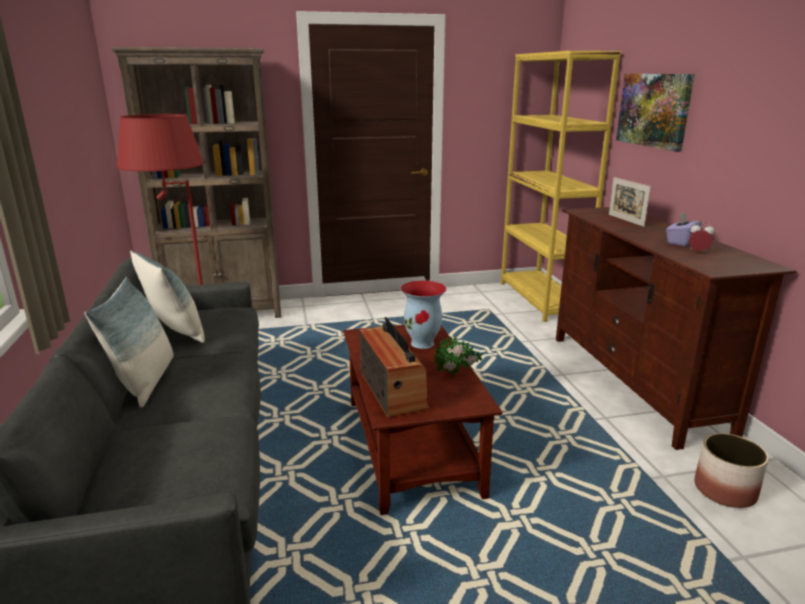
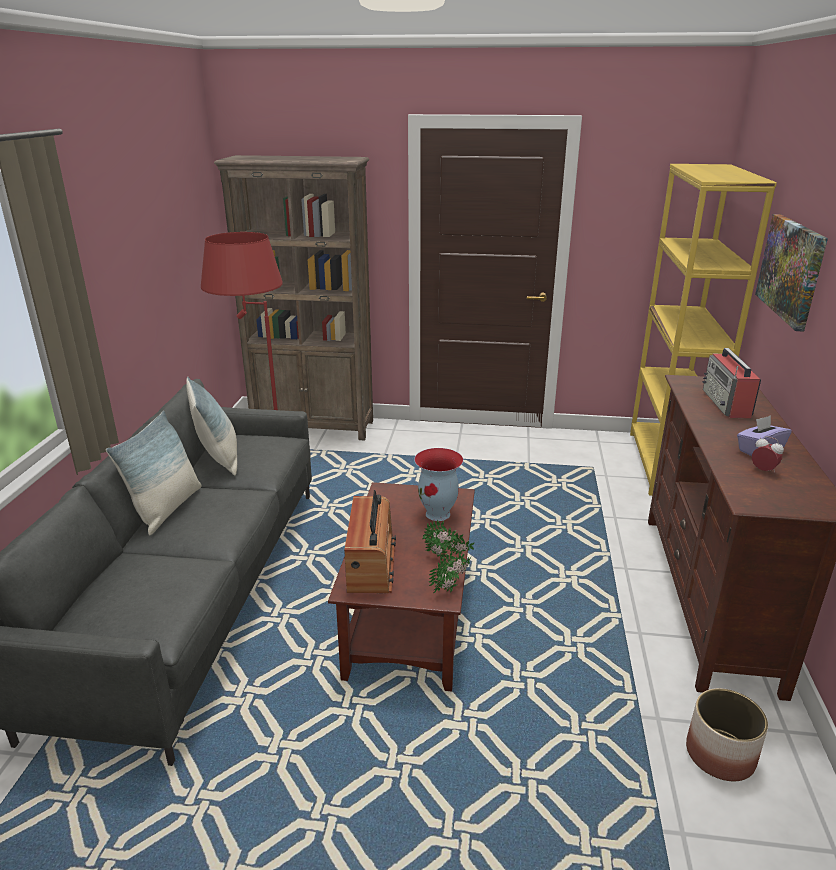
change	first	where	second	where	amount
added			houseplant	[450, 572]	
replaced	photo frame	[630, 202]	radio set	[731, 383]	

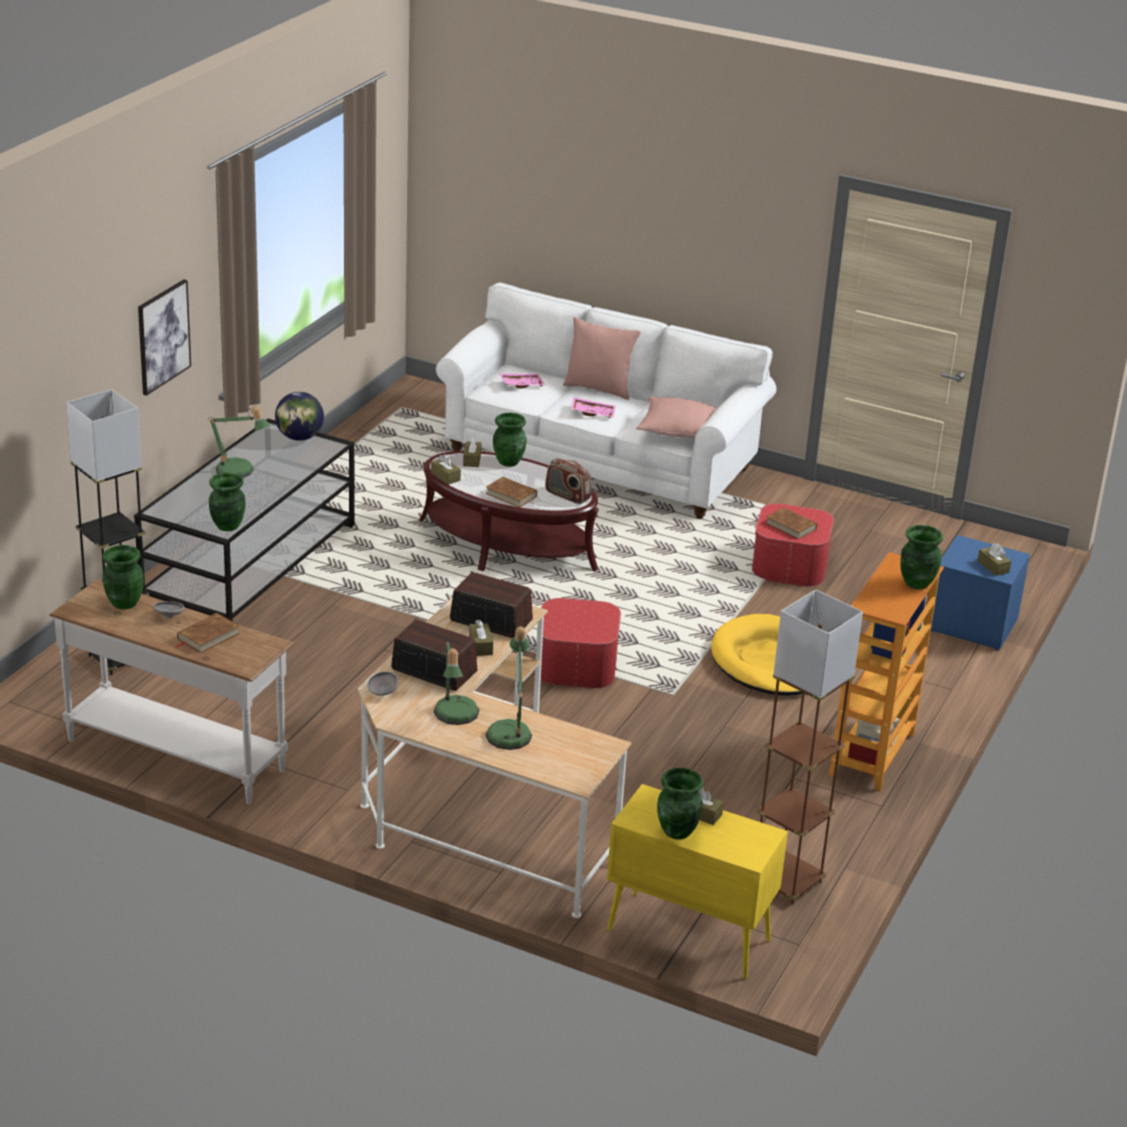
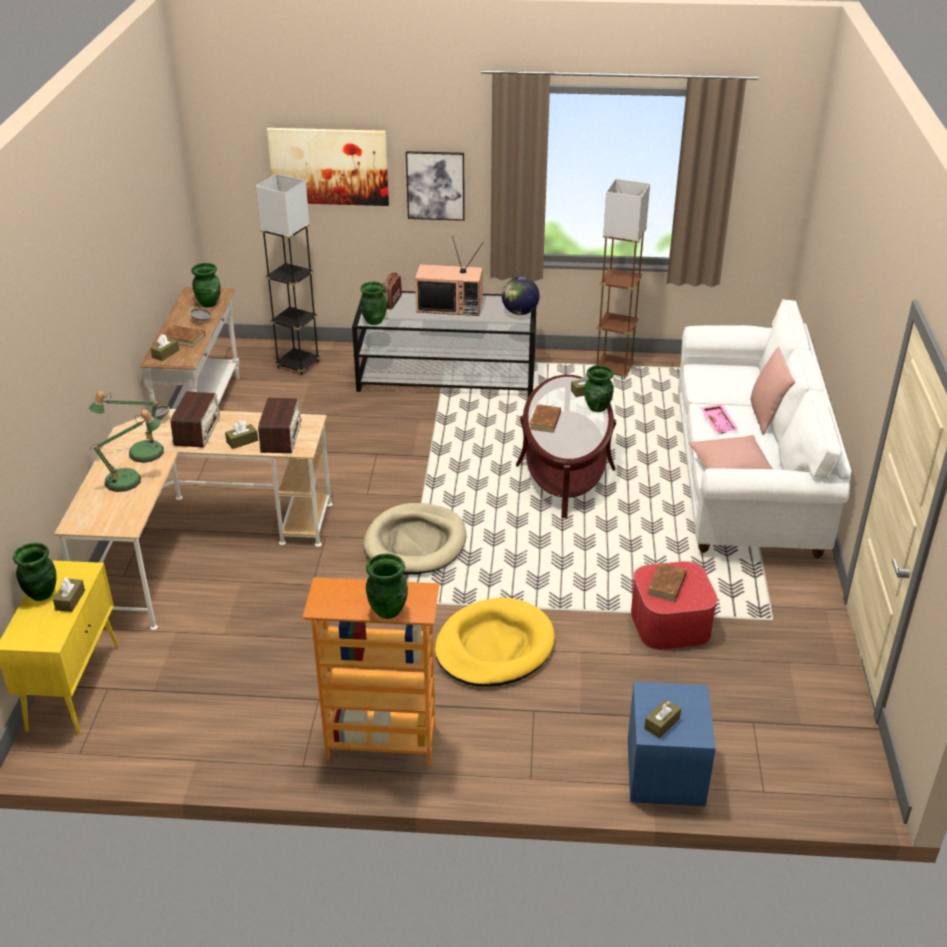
change	first	where	second	where	amount
removed	carrying tray (pink-coloured)	[522, 381]			
added			wall art	[328, 167]	
moved	tissue box (brownish)	[446, 469]		[164, 347]	
moved	radio set	[568, 481]		[392, 290]	
moved	floor lamp (brownish)	[810, 747]		[623, 279]	
replaced	tabletop lamp	[239, 442]	TV set	[449, 276]	
replaced	pouffe	[581, 643]	pet bed (beige-coloured)	[415, 539]	

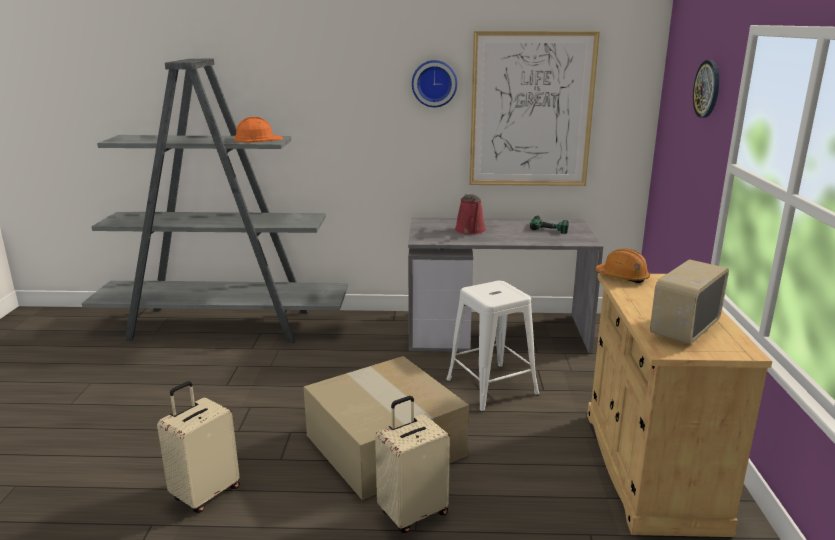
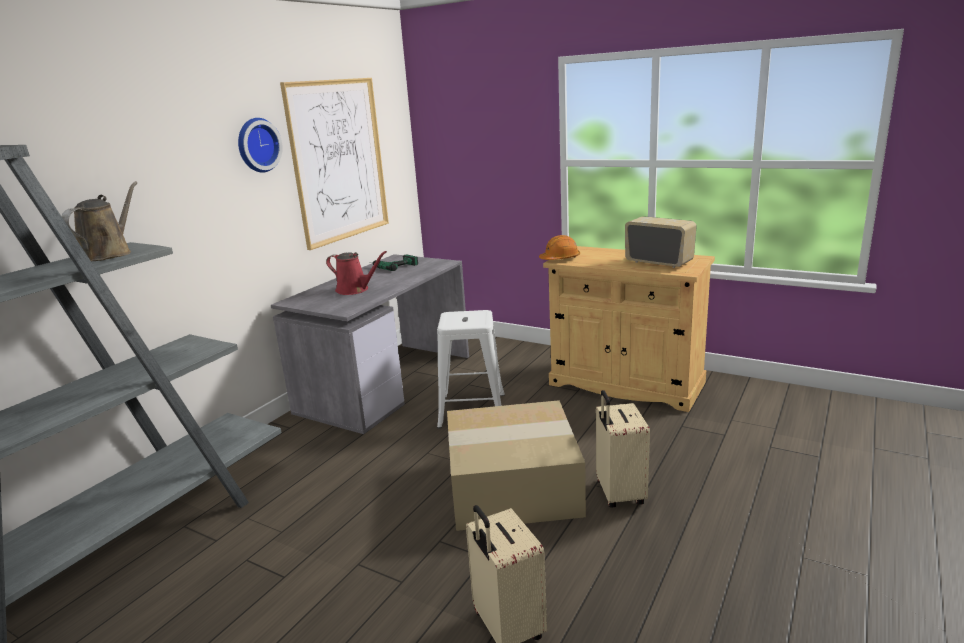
change	first	where	second	where	amount
removed	hanging clock	[706, 89]			
replaced	work helmet (orange)	[258, 130]	sprinkling can (brownish)	[100, 221]	
turned	radio set	[689, 301]		[661, 242]	150 degrees clockwise

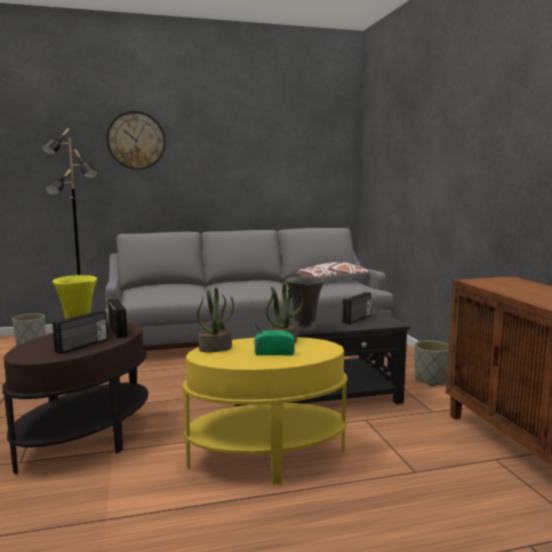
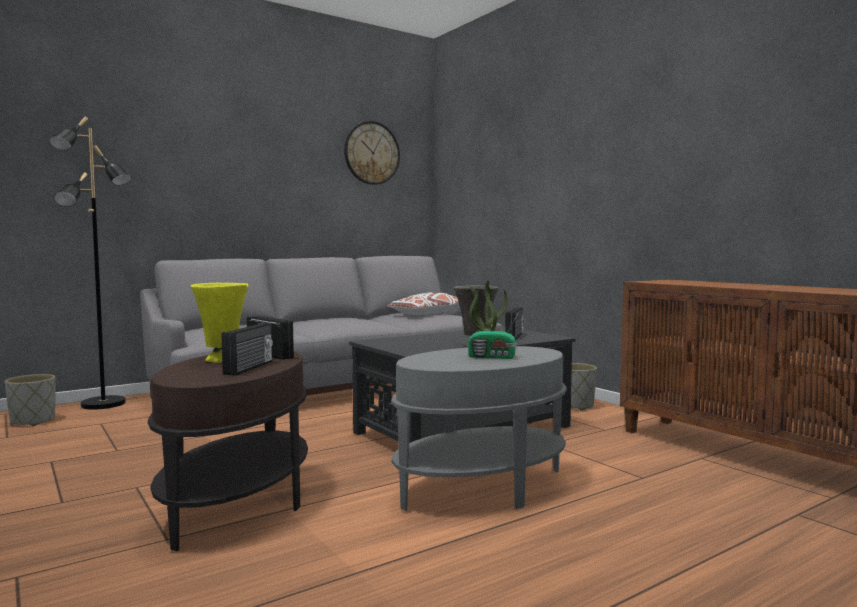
change	first	where	second	where	amount
removed	houseplant	[215, 320]			
moved	hanging clock	[136, 140]		[372, 153]	
recoloured	end table (yellow-coloured)	[265, 411]	end table (grey)	[479, 428]	
turned	radio set	[273, 336]		[493, 335]	150 degrees counterclockwise

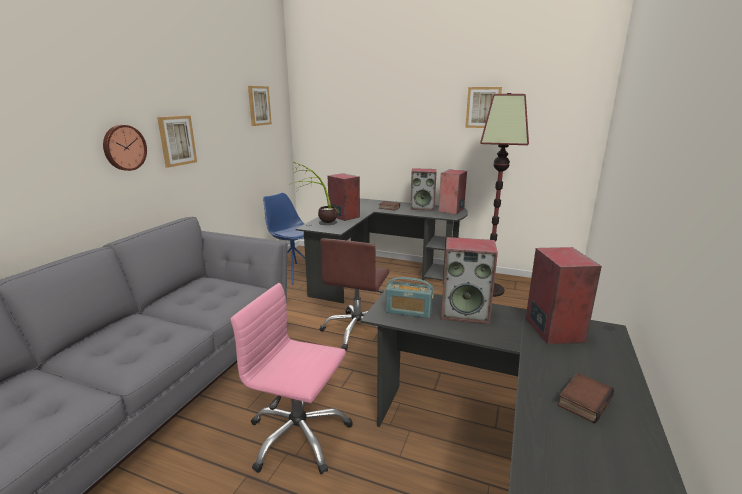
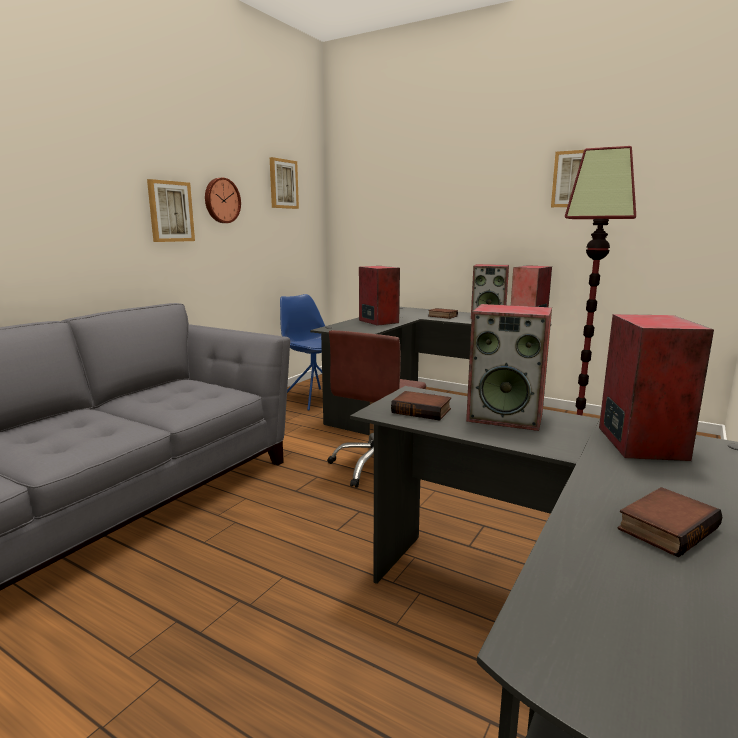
change	first	where	second	where	amount
removed	computer chair (pink-coloured)	[292, 379]			
removed	houseplant	[313, 193]			
moved	hanging clock	[125, 148]		[223, 200]	
replaced	radio set	[410, 297]	volume	[421, 406]	

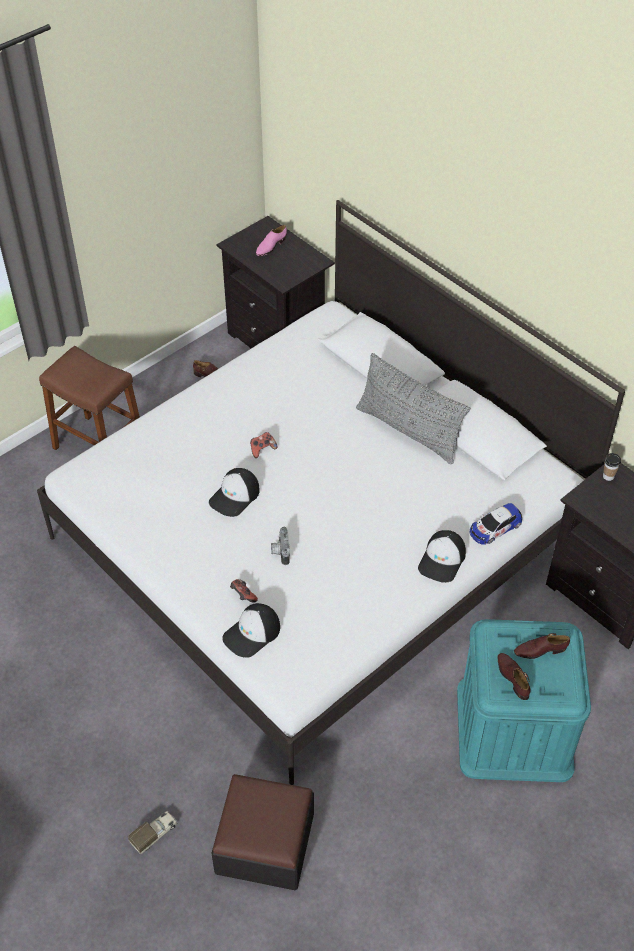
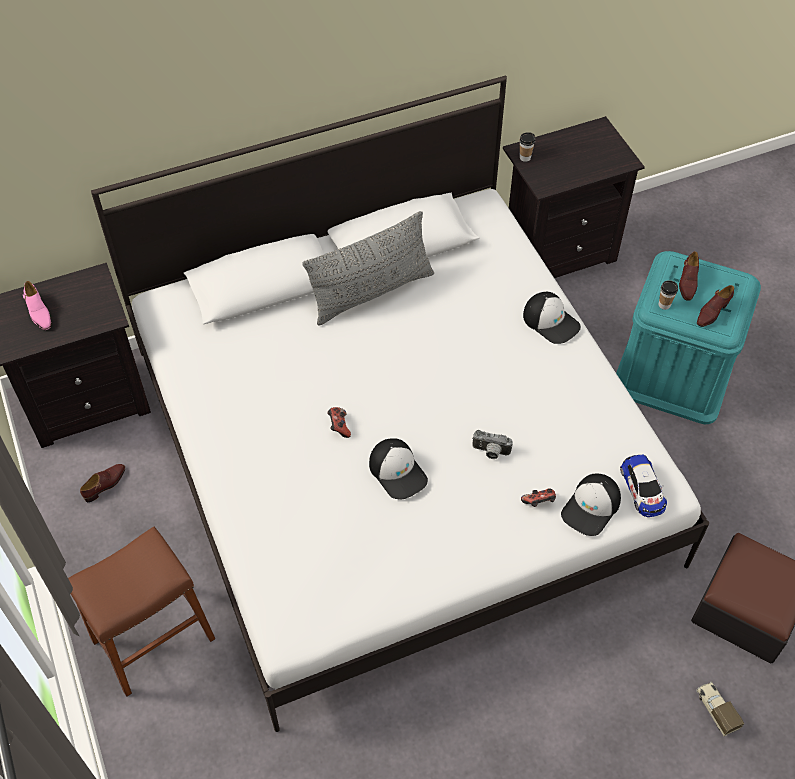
change	first	where	second	where	amount
added			small cup	[668, 295]	
moved	miniature car	[496, 523]		[643, 486]	
turned	peaked cap	[251, 630]		[591, 505]	60 degrees clockwise
turned	low shoe (brownish)	[513, 676]		[715, 306]	45 degrees counterclockwise

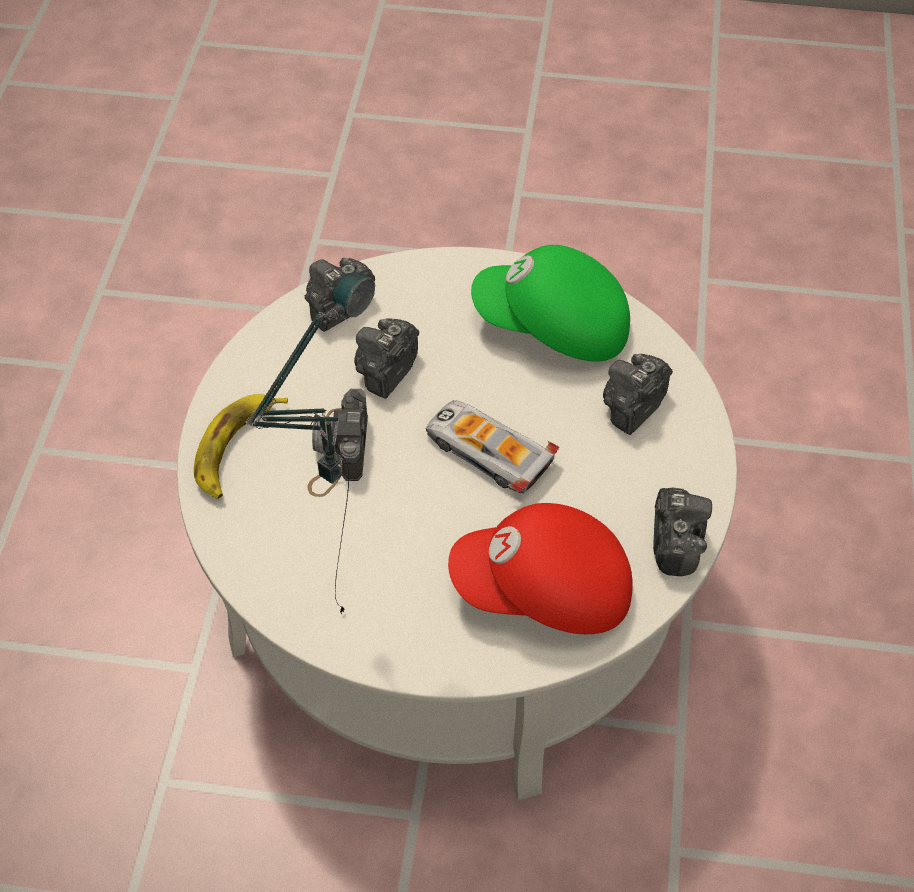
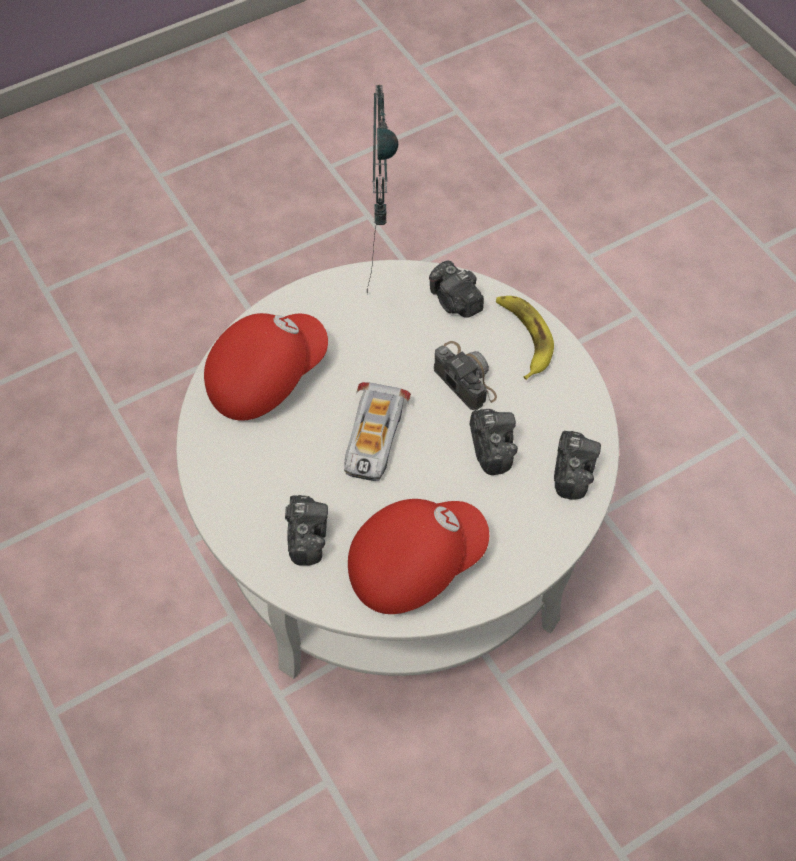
change	first	where	second	where	amount
moved	still camera	[682, 531]		[456, 289]	
recoloured	peaked cap (green-coloured)	[550, 303]	peaked cap (reddish)	[418, 556]	
turned	miniature car	[492, 446]		[377, 431]	105 degrees clockwise

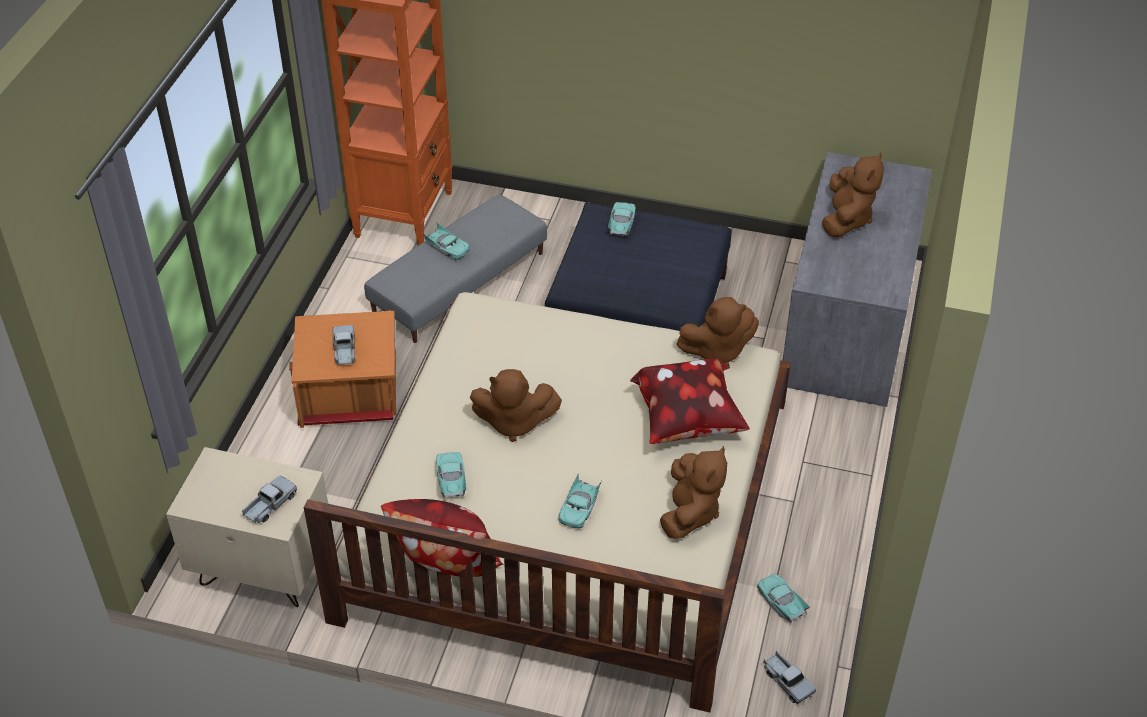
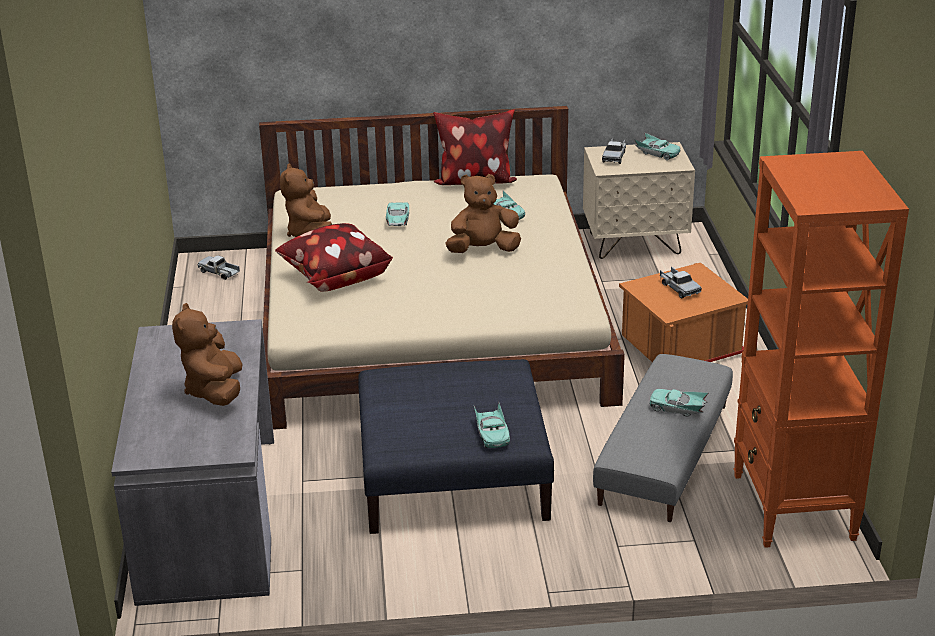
change	first	where	second	where	amount
removed	plush toy (brownish)	[717, 332]			
moved	miniature car (blue-green)	[783, 598]		[657, 146]	

